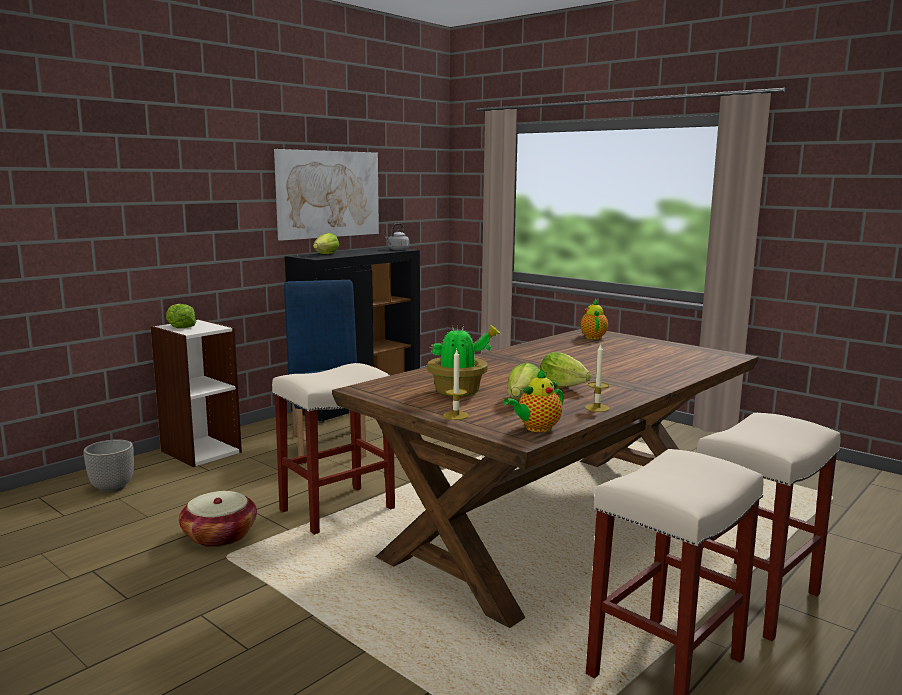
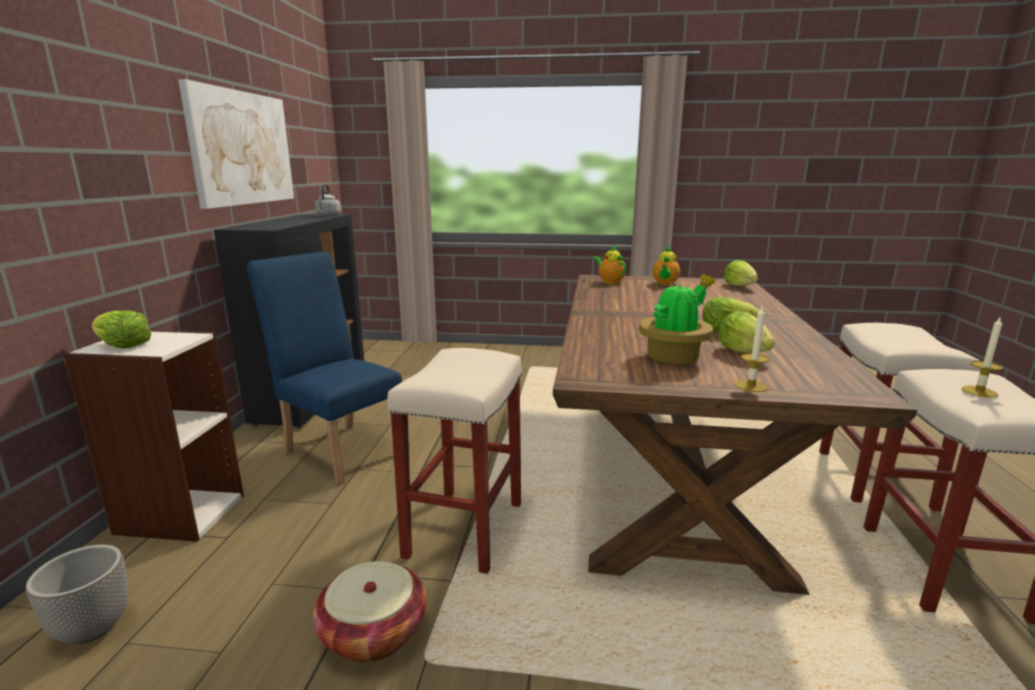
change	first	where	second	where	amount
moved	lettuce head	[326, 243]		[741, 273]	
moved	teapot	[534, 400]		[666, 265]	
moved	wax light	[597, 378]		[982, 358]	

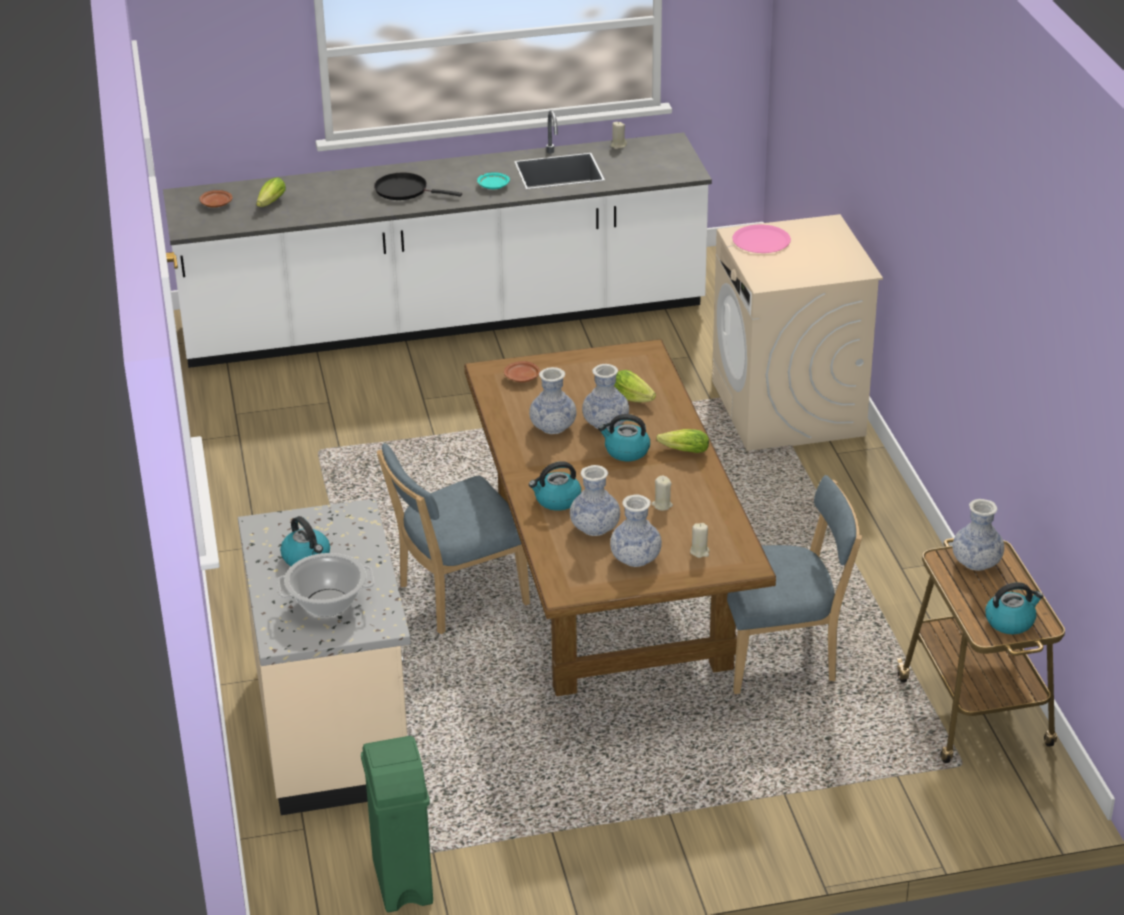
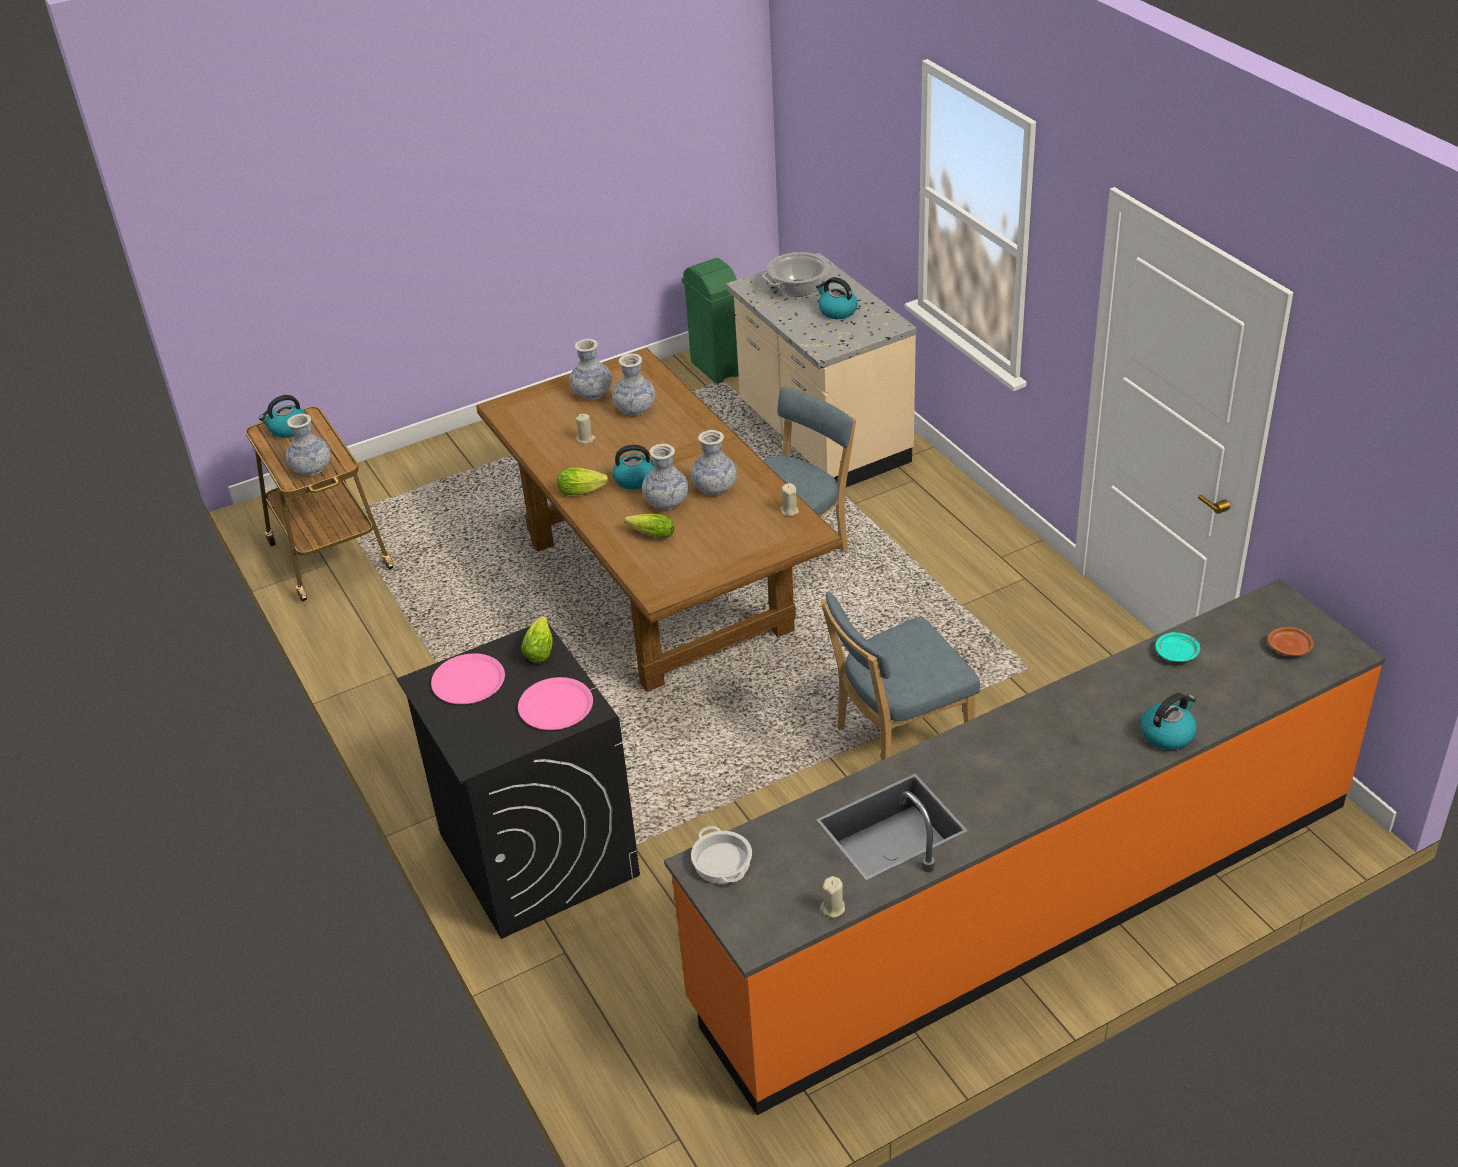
change	first	where	second	where	amount
removed	frying pan (blackish)	[418, 186]			
removed	dinner plate (brownish)	[522, 371]			
added			dinner plate (pink-coloured)	[468, 678]	
added			cooking pot	[721, 855]	
moved	lettuce head	[271, 192]		[537, 639]	
moved	dinner plate (blue-green)	[493, 180]		[1177, 647]	
moved	kettle	[555, 486]		[1169, 721]	
moved	wax light (beige-coloured)	[700, 540]		[789, 499]	
moved	plain chair (bluish)	[794, 584]		[900, 676]	
recoloured	kitchen base unit (white-coloured)	[437, 239]	kitchen base unit (orange)	[1024, 847]	
recoloured	laundry appliance (beige-coloured)	[797, 332]	laundry appliance (blackish)	[518, 781]	

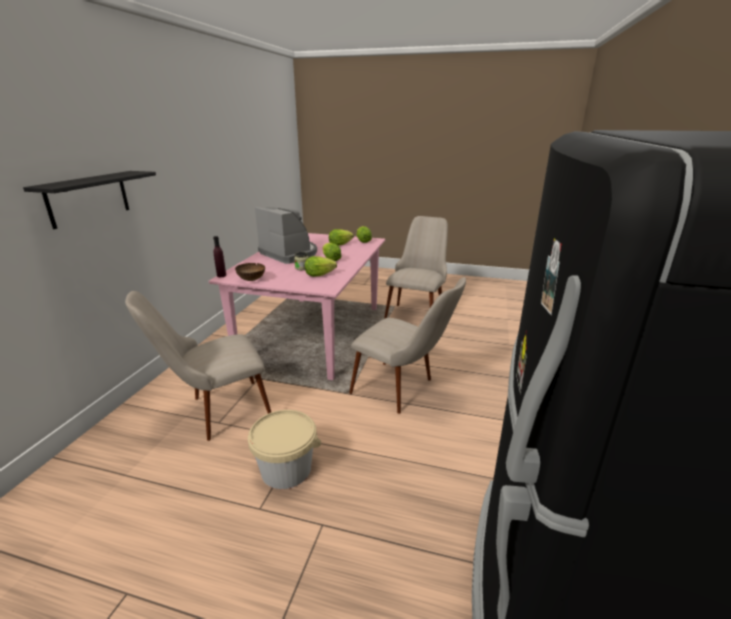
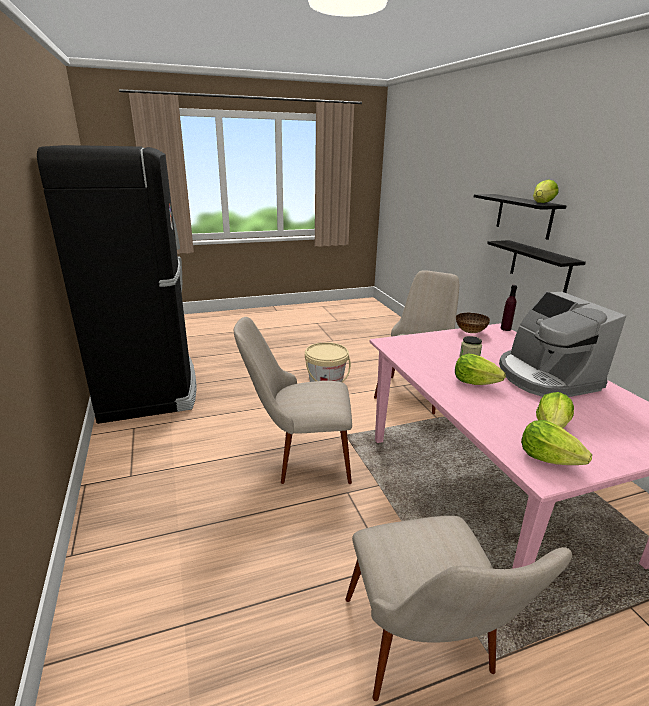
change	first	where	second	where	amount
added			shelf (blackish)	[536, 266]	
moved	lettuce head	[321, 266]		[545, 191]	
turned	coffee machine	[286, 235]		[562, 344]	60 degrees clockwise

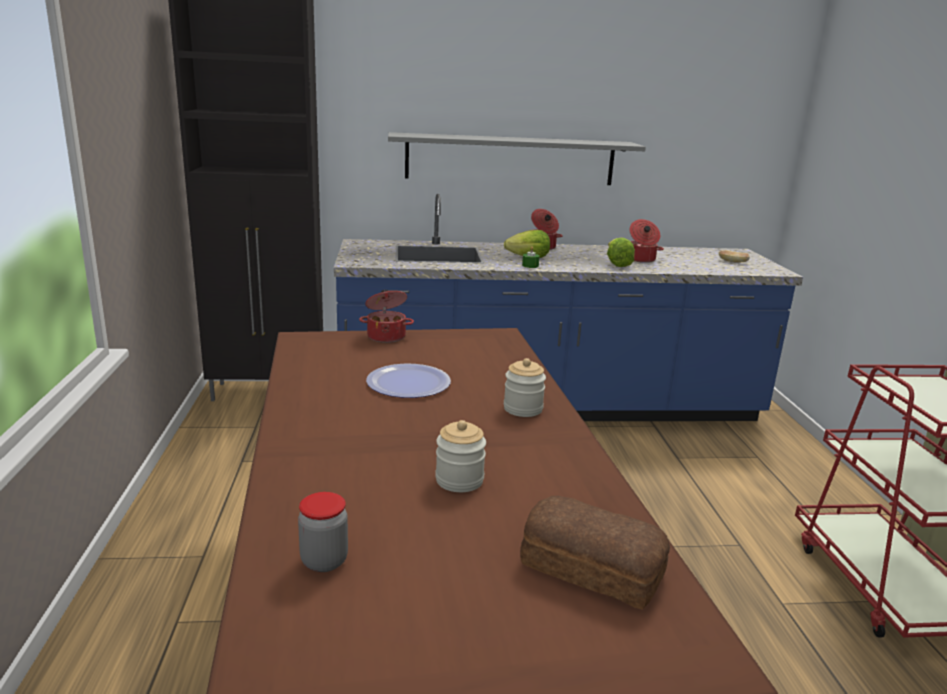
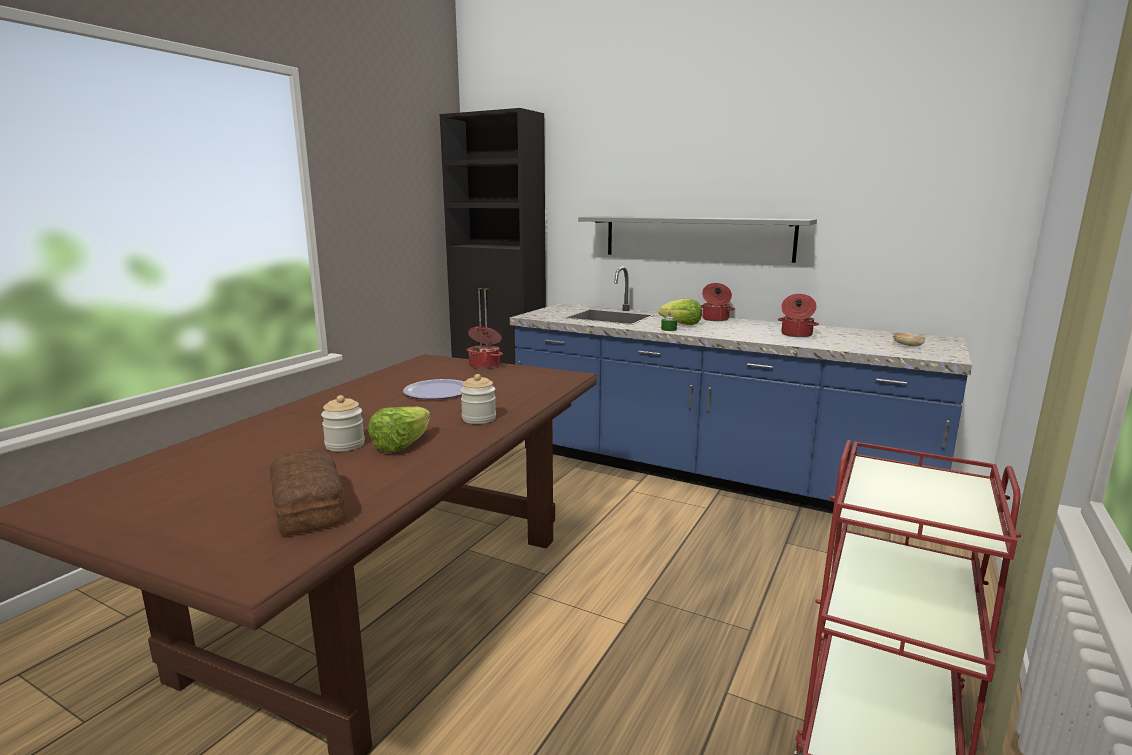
change	first	where	second	where	amount
removed	preserve jar	[323, 532]			
moved	lettuce head	[621, 252]		[399, 430]	

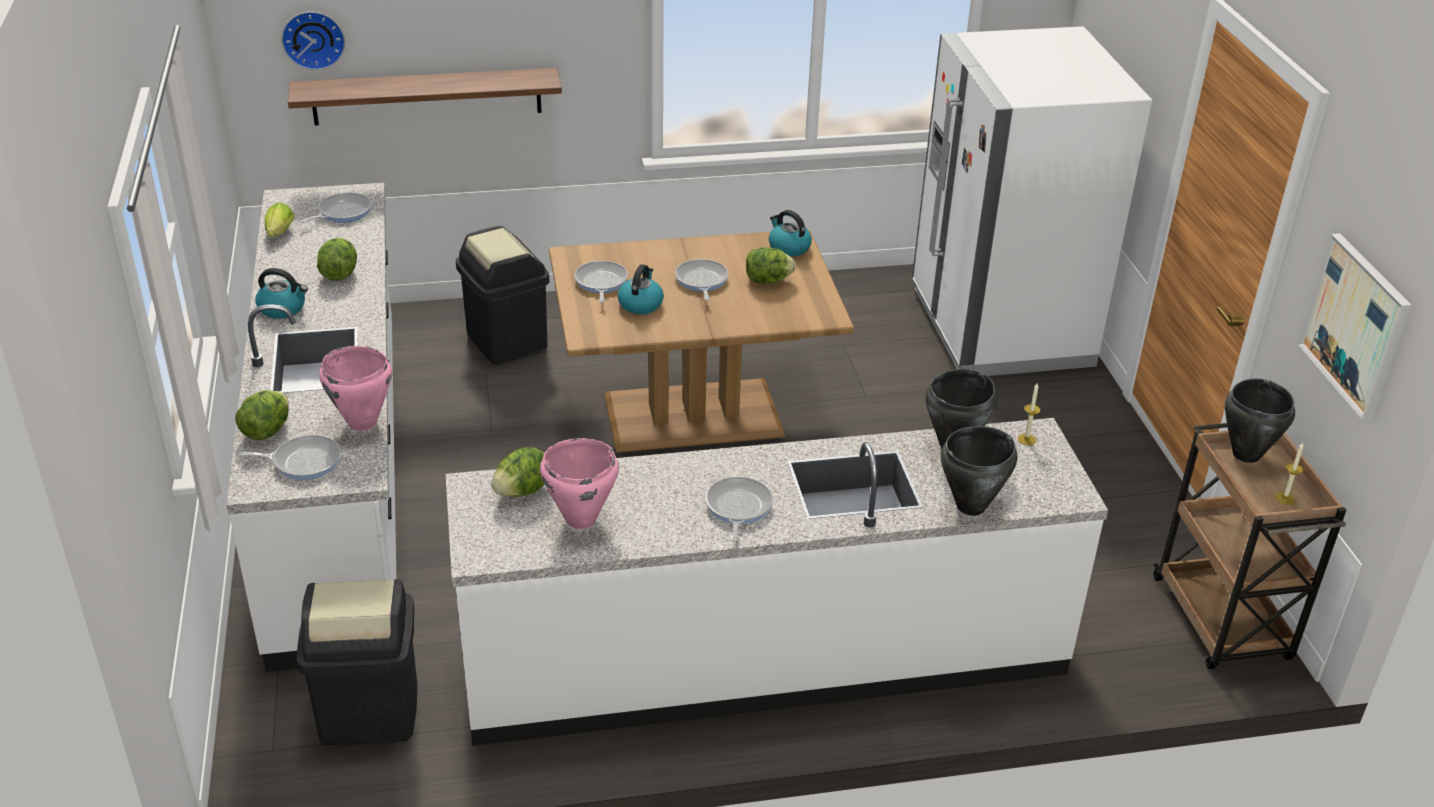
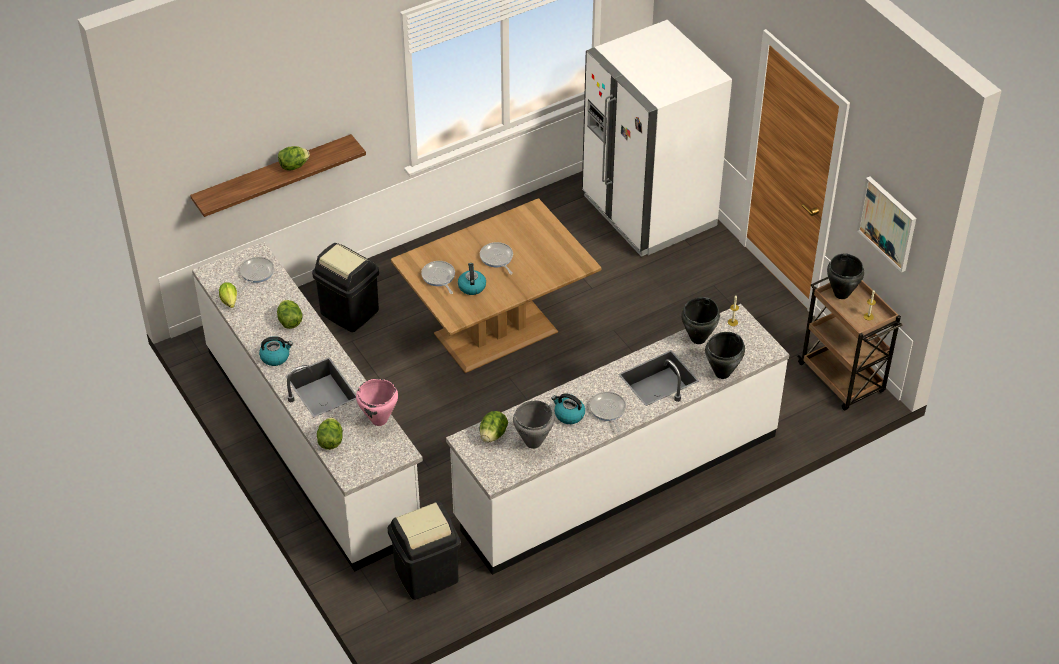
change	first	where	second	where	amount
removed	frying pan	[290, 457]			
removed	hanging clock	[313, 40]			
moved	lettuce head	[771, 265]		[294, 158]	
moved	kettle	[790, 233]		[568, 408]	
recoloured	cooking pot (pink-coloured)	[579, 483]	cooking pot (grey)	[533, 425]	

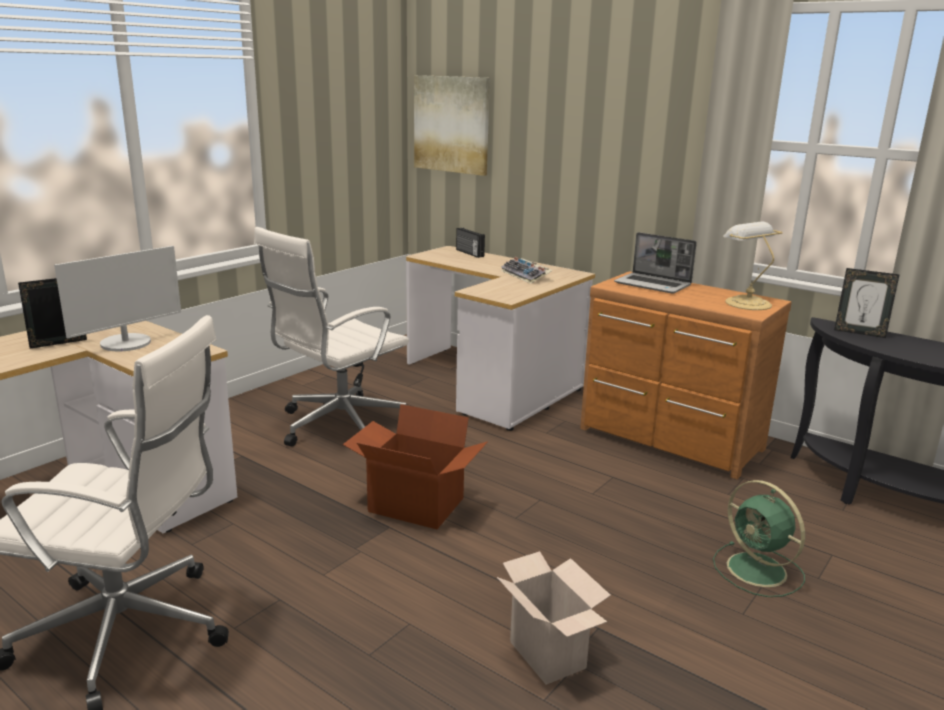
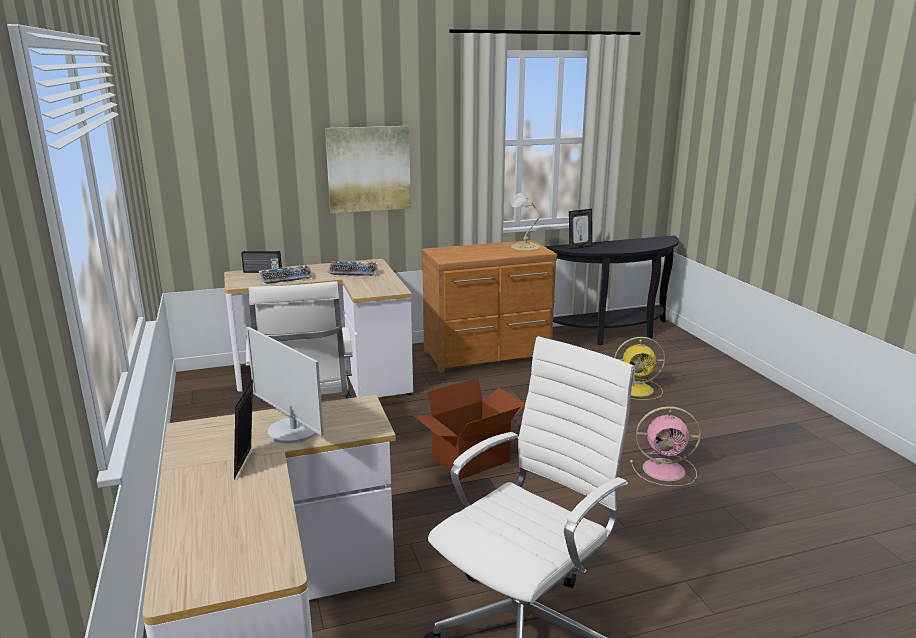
change	first	where	second	where	amount
removed	portable computer	[655, 263]			
added			keyboard	[286, 275]	
moved	wall art	[452, 125]		[368, 169]	
replaced	carton	[554, 618]	fan (pink-coloured)	[665, 446]	
recoloured	fan (green-coloured)	[759, 538]	fan (yellow-coloured)	[639, 368]	
turned	computer display	[117, 298]		[285, 385]	150 degrees clockwise

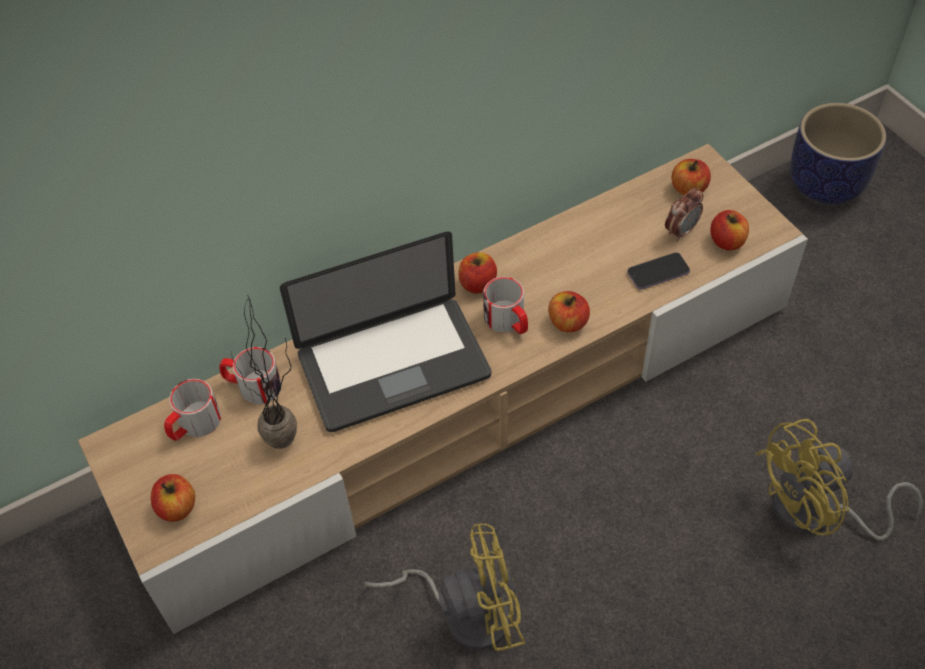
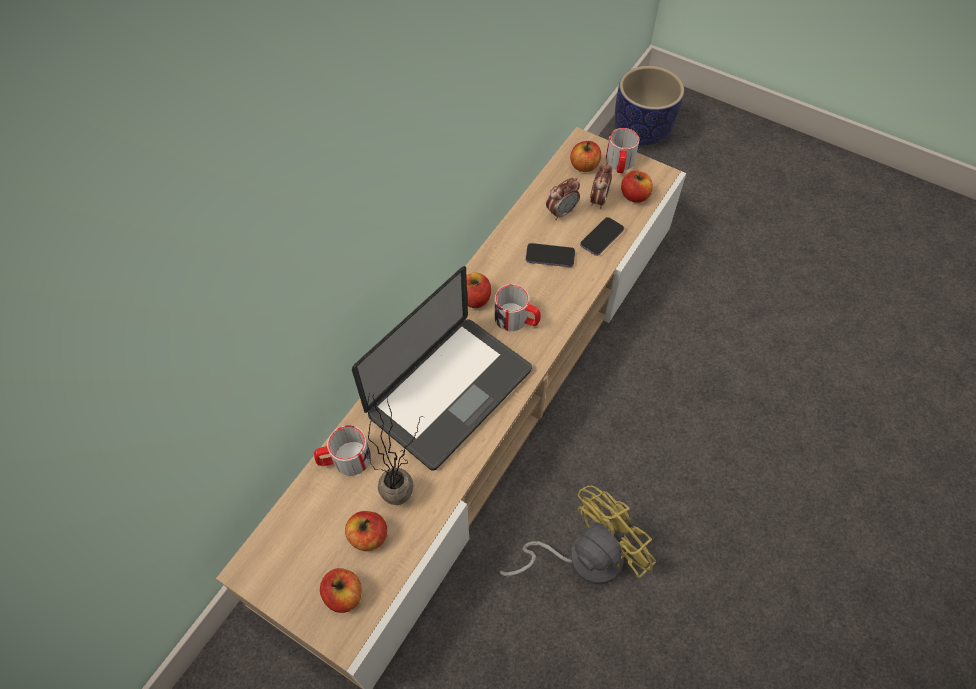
change	first	where	second	where	amount
removed	fan (yellow-coloured)	[839, 480]			
added			phone	[550, 255]	
added			bedside clock	[563, 199]	
moved	tea mug	[192, 410]		[622, 150]	
moved	apple	[569, 311]		[366, 531]	

